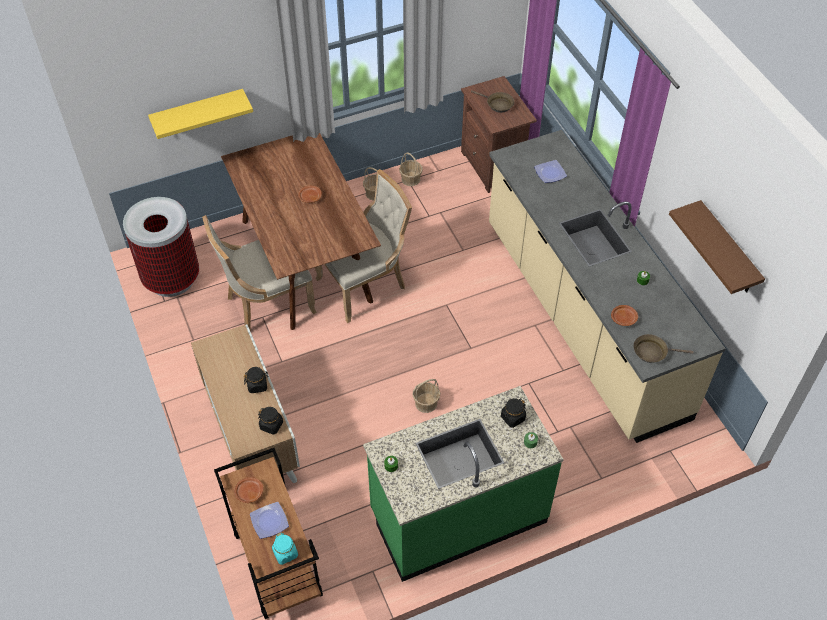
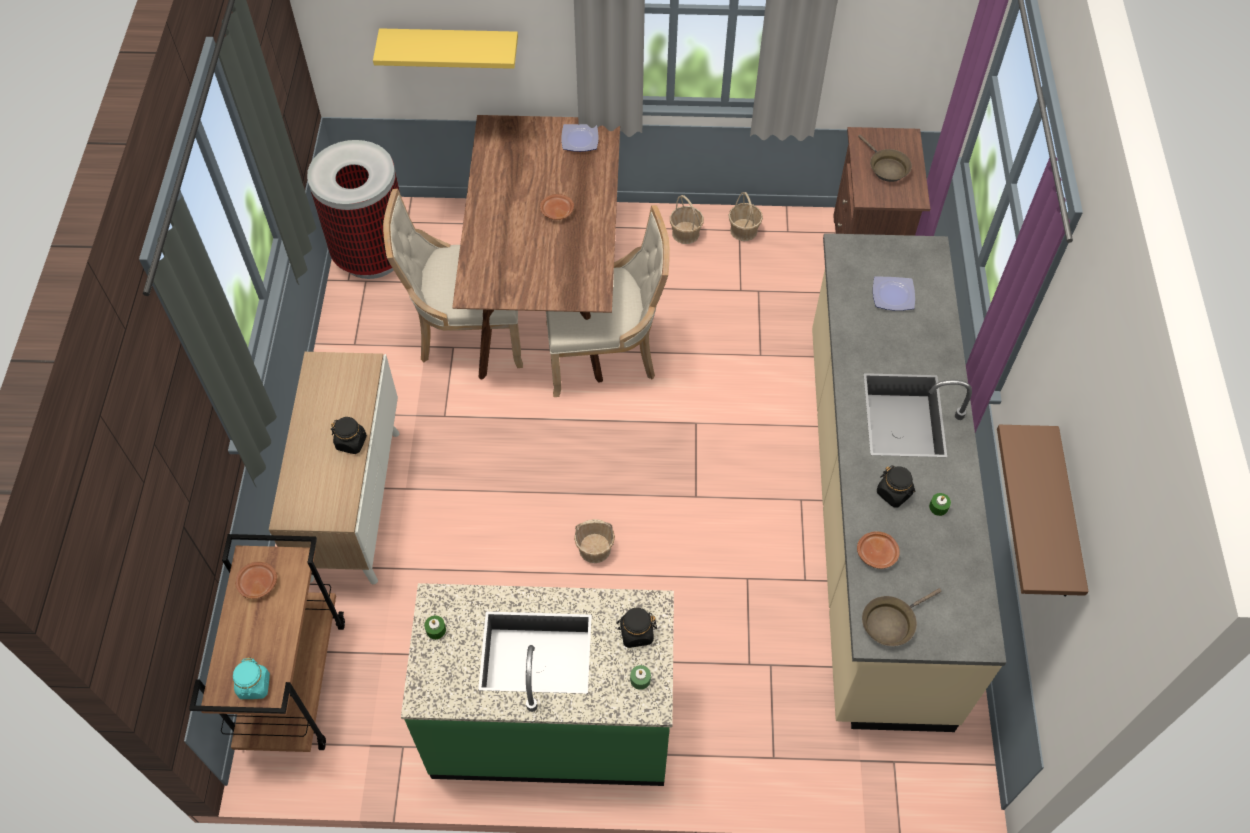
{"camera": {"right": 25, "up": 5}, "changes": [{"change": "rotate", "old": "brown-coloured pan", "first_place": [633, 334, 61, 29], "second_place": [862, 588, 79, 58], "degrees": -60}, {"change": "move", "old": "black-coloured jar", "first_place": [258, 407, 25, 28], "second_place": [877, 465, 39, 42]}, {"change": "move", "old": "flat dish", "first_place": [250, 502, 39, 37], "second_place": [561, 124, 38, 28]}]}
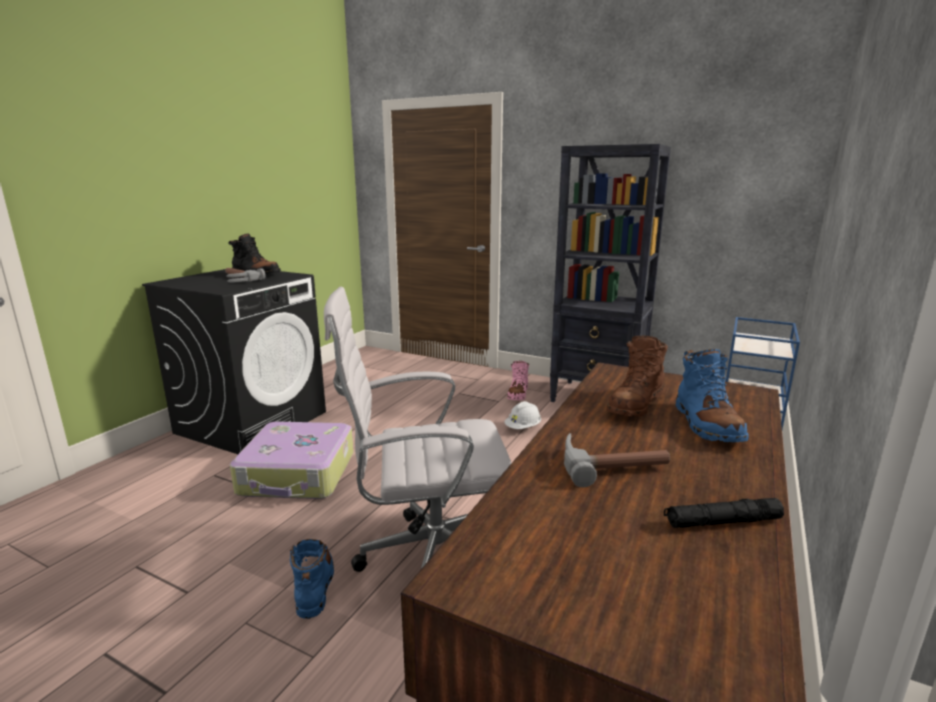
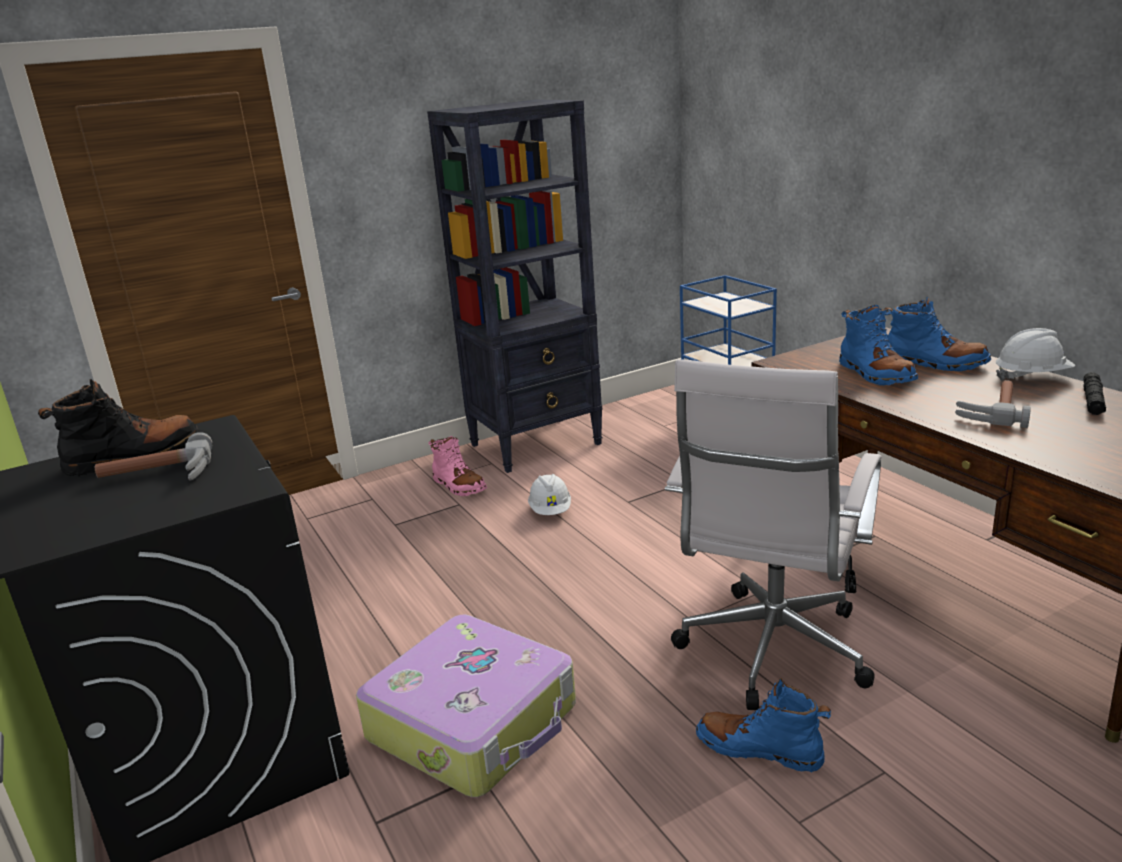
{"camera": {"right": -55, "up": 5}, "changes": [{"change": "recolor", "old": "brown-coloured boot", "new": "blue-coloured boot", "first_place": [606, 336, 62, 81], "second_place": [839, 305, 79, 80]}, {"change": "insert", "new": "white-coloured work helmet", "second_place": [996, 328, 79, 53]}]}
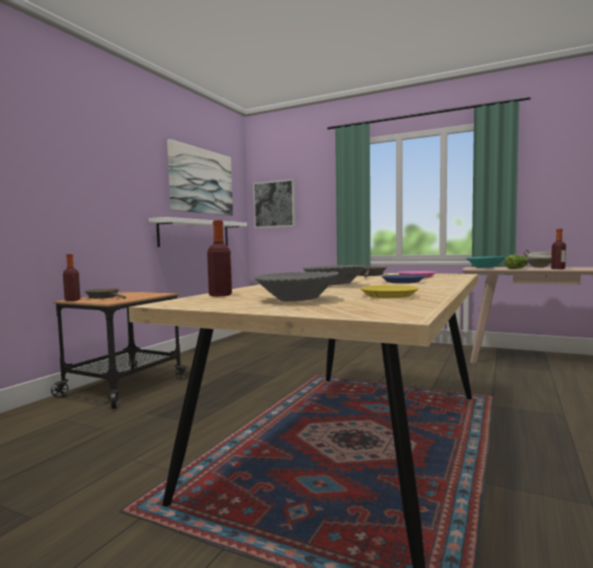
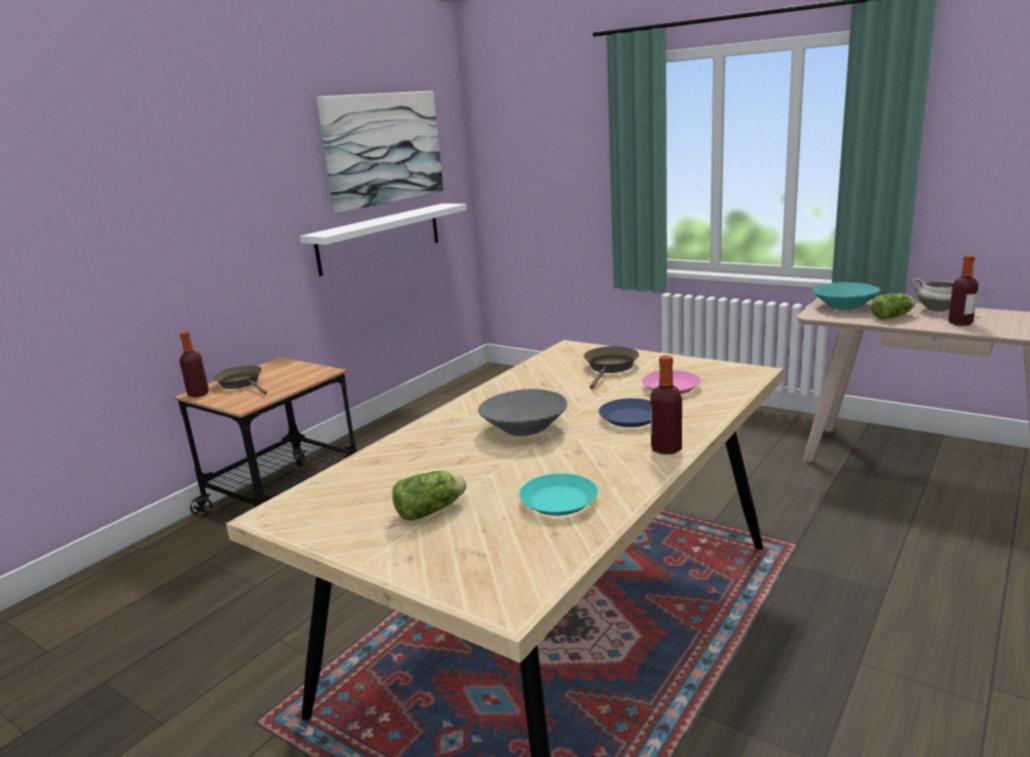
{"camera": {"right": 10, "up": 15}, "changes": [{"change": "delete", "old": "wall picture", "first_place": [253, 179, 43, 49]}, {"change": "move", "old": "beverage bottle", "first_place": [207, 220, 25, 76], "second_place": [650, 355, 32, 100]}, {"change": "replace", "old": "grey bowl", "new": "lettuce head", "first_place": [255, 271, 84, 30], "second_place": [392, 471, 74, 49]}, {"change": "recolor", "old": "yellow-coloured flat dish", "new": "blue-green flat dish", "first_place": [360, 285, 59, 13], "second_place": [519, 473, 79, 43]}]}
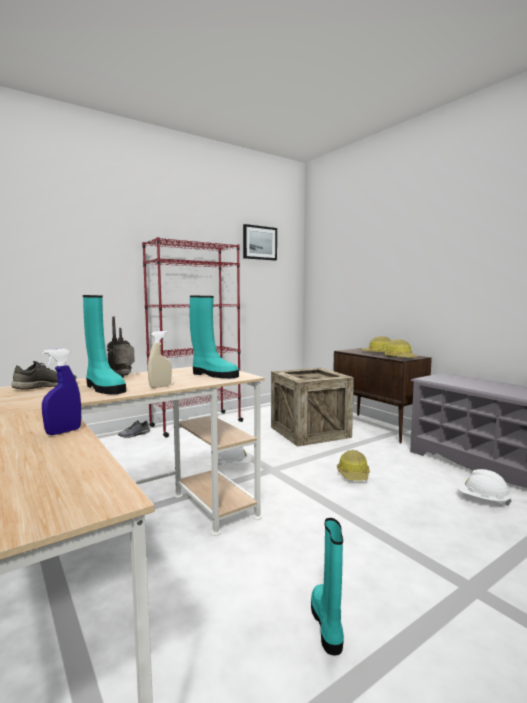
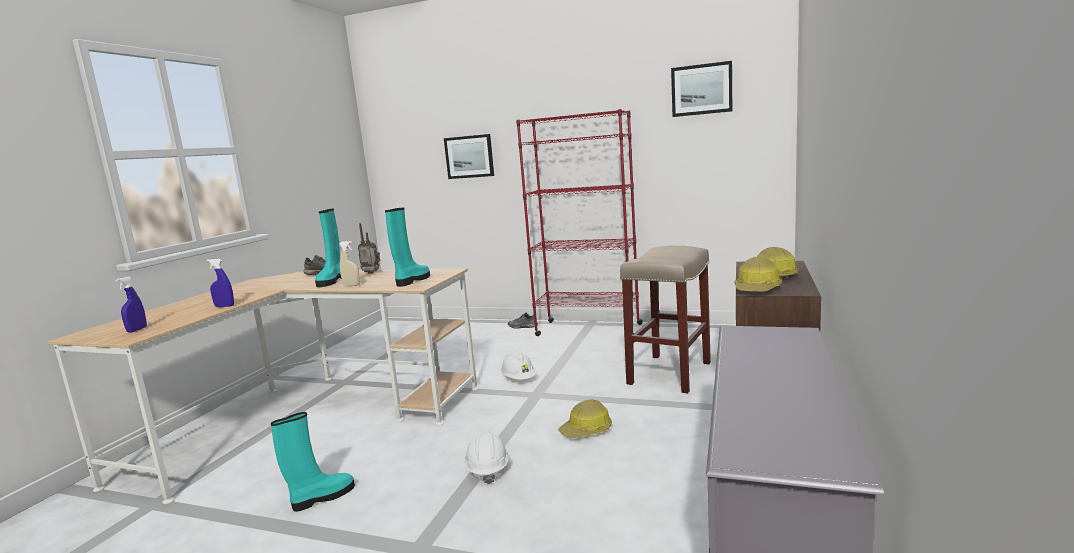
{"camera": {"right": 55, "up": 5}, "changes": [{"change": "rotate", "old": "blue-green boot", "first_place": [190, 295, 49, 83], "second_place": [385, 208, 45, 79], "degrees": -150}, {"change": "replace", "old": "crate", "new": "beige-coloured sitting stool", "first_place": [271, 368, 83, 79], "second_place": [620, 246, 91, 148]}, {"change": "move", "old": "white-coloured work helmet", "first_place": [459, 469, 53, 37], "second_place": [465, 430, 44, 54]}, {"change": "insert", "new": "wall picture", "second_place": [444, 134, 50, 45]}, {"change": "insert", "new": "blue-coloured spray bottle", "second_place": [116, 276, 31, 57]}]}
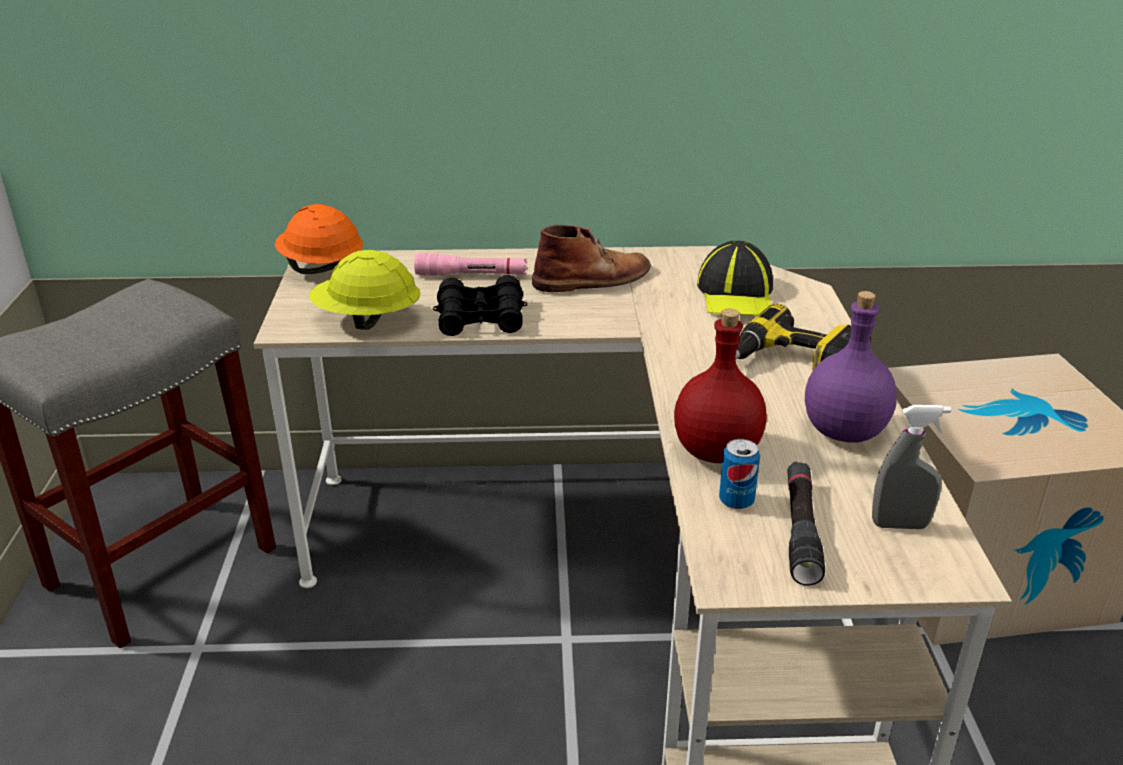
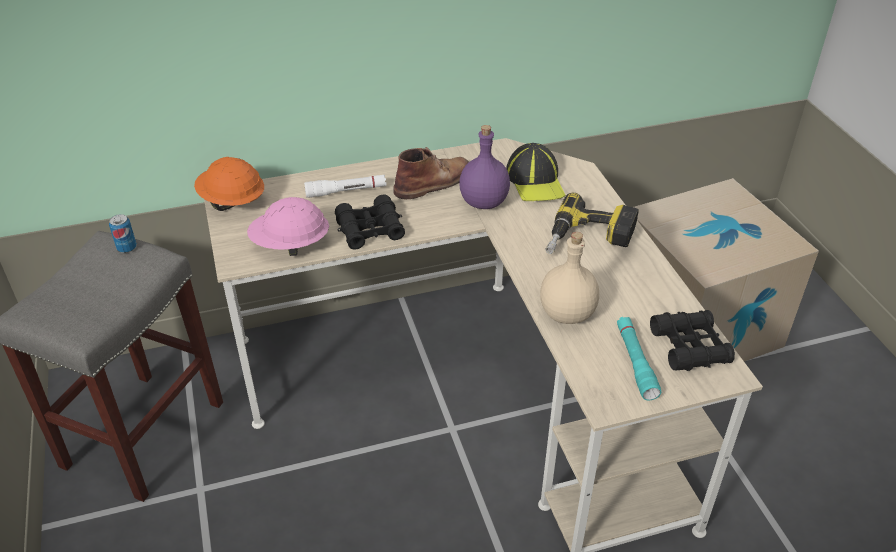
{"camera": {"right": -15, "up": 10}, "changes": [{"change": "recolor", "old": "yellow-coloured work helmet", "new": "pinkish work helmet", "first_place": [309, 250, 112, 80], "second_place": [247, 197, 82, 59]}, {"change": "recolor", "old": "pinkish hand torch", "new": "white-coloured hand torch", "first_place": [414, 253, 113, 22], "second_place": [304, 175, 83, 23]}, {"change": "move", "old": "purple beverage bottle", "first_place": [805, 291, 92, 152], "second_place": [459, 125, 51, 84]}, {"change": "recolor", "old": "red beverage bottle", "new": "beige-coloured beverage bottle", "first_place": [674, 308, 93, 155], "second_place": [540, 232, 59, 92]}, {"change": "replace", "old": "grey spray bottle", "new": "black-coloured pair of binoculars", "first_place": [872, 405, 79, 124], "second_place": [650, 310, 85, 61]}, {"change": "move", "old": "sealed can", "first_place": [719, 439, 41, 70], "second_place": [109, 214, 28, 39]}, {"change": "recolor", "old": "black-coloured hand torch", "new": "blue-green hand torch", "first_place": [787, 461, 38, 125], "second_place": [617, 317, 44, 84]}]}
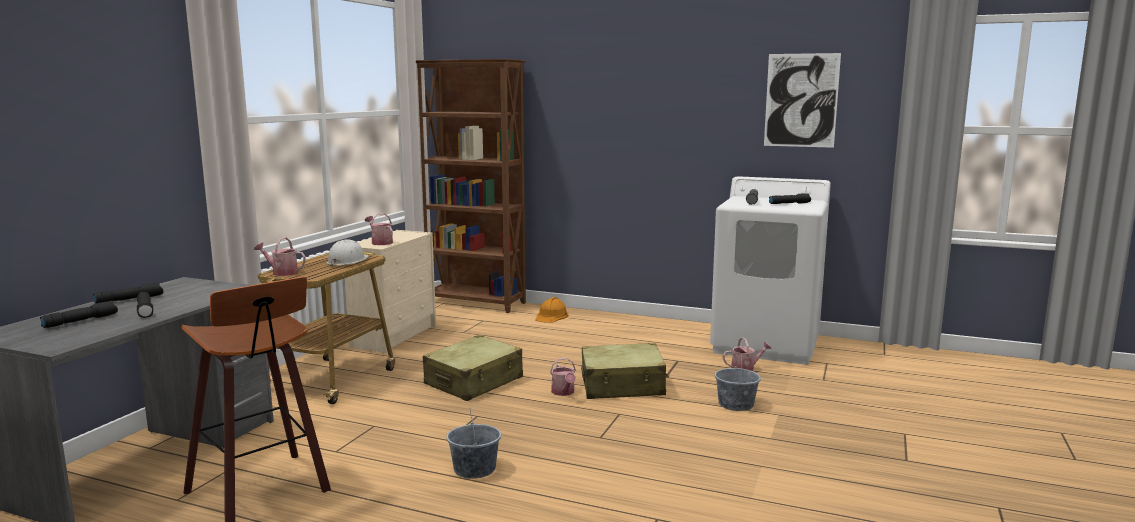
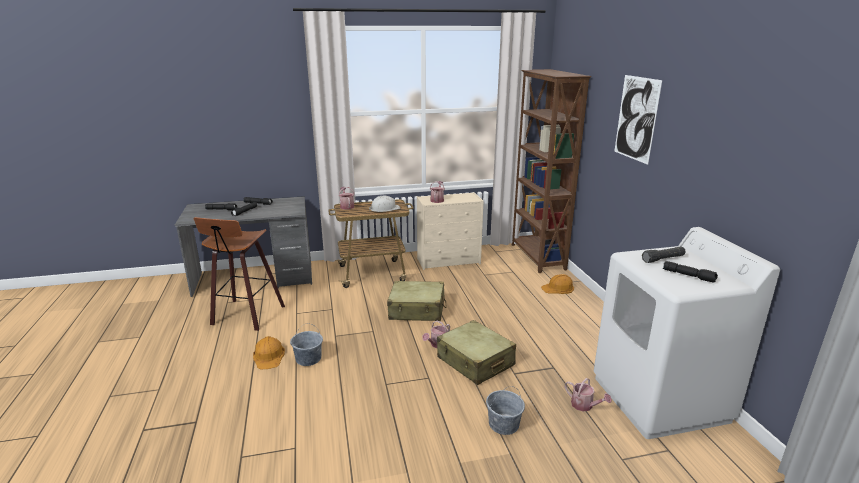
{"camera": {"right": 55, "up": 10}, "changes": [{"change": "move", "old": "wall picture", "first_place": [764, 53, 77, 95], "second_place": [614, 75, 48, 90]}, {"change": "insert", "new": "orange-coloured work helmet", "second_place": [253, 336, 32, 34]}]}
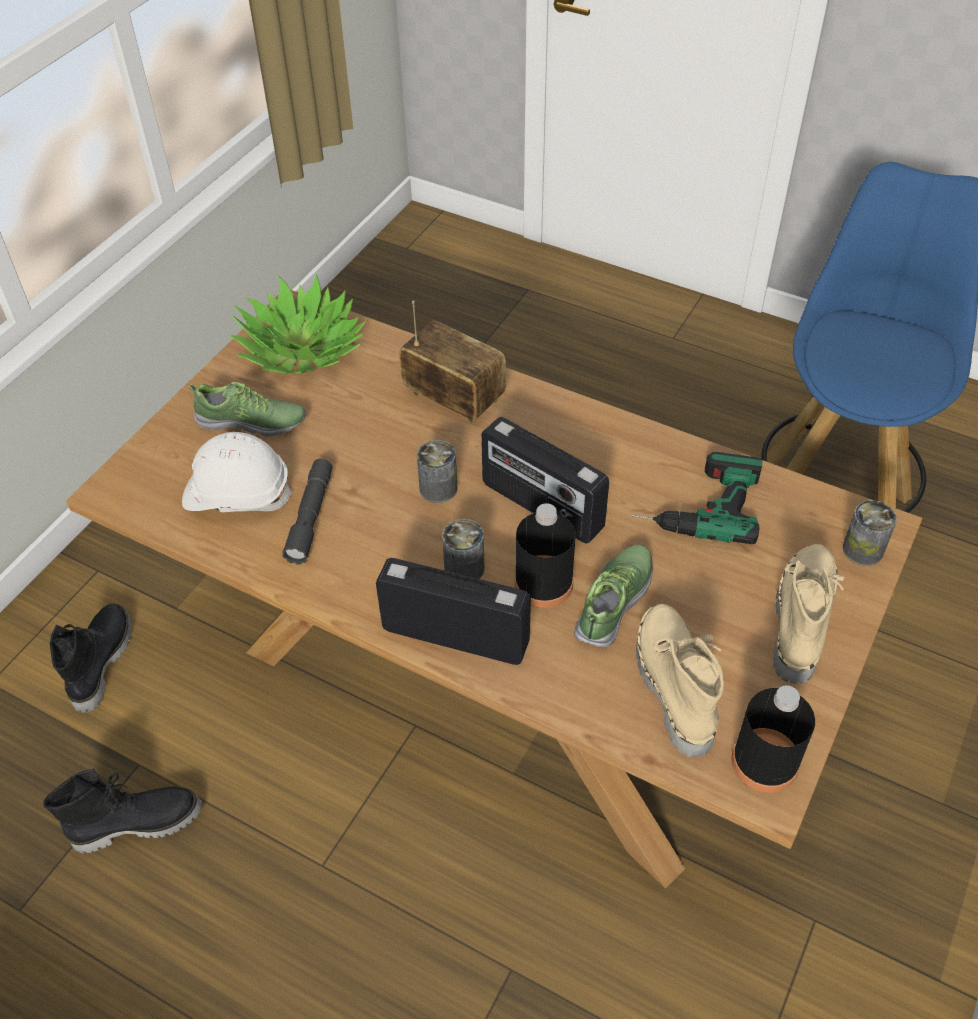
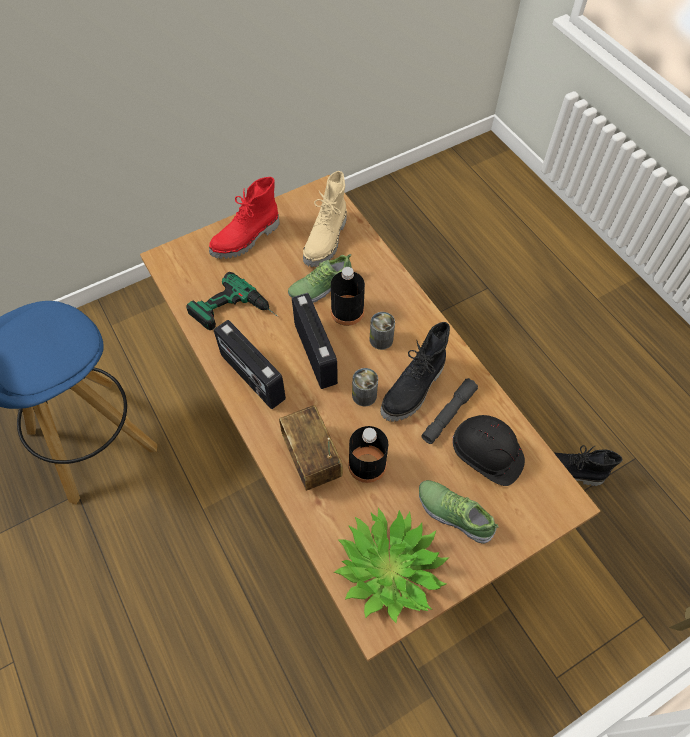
{"camera": {"right": -150, "up": 10}, "changes": [{"change": "recolor", "old": "white-coloured work helmet", "new": "black-coloured work helmet", "first_place": [182, 432, 111, 81], "second_place": [452, 415, 73, 71]}, {"change": "delete", "old": "sealed can", "first_place": [843, 500, 54, 66]}, {"change": "recolor", "old": "beige-coloured boot", "new": "red boot", "first_place": [773, 544, 71, 140], "second_place": [209, 177, 71, 82]}, {"change": "move", "old": "radio set", "first_place": [376, 558, 155, 107], "second_place": [214, 320, 72, 89]}, {"change": "move", "old": "black-coloured boot", "first_place": [50, 604, 82, 108], "second_place": [380, 322, 70, 100]}, {"change": "move", "old": "black-coloured beverage bottle", "first_place": [731, 685, 84, 108], "second_place": [348, 426, 40, 57]}]}
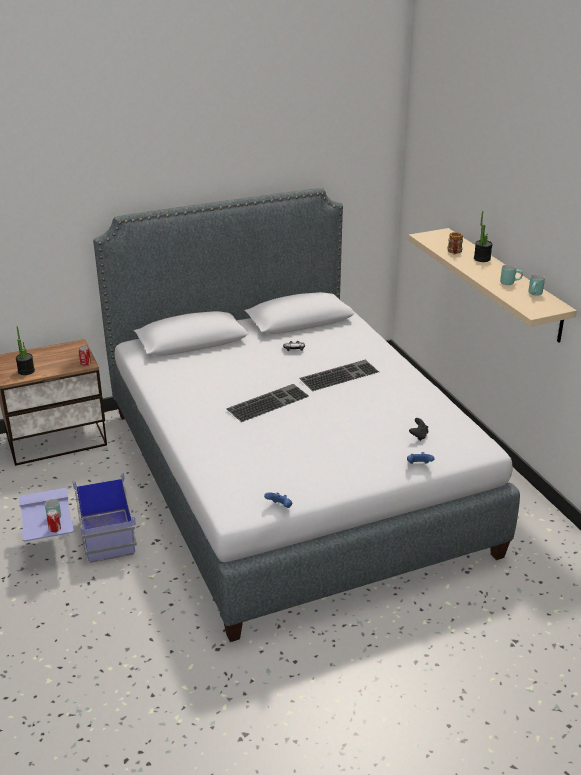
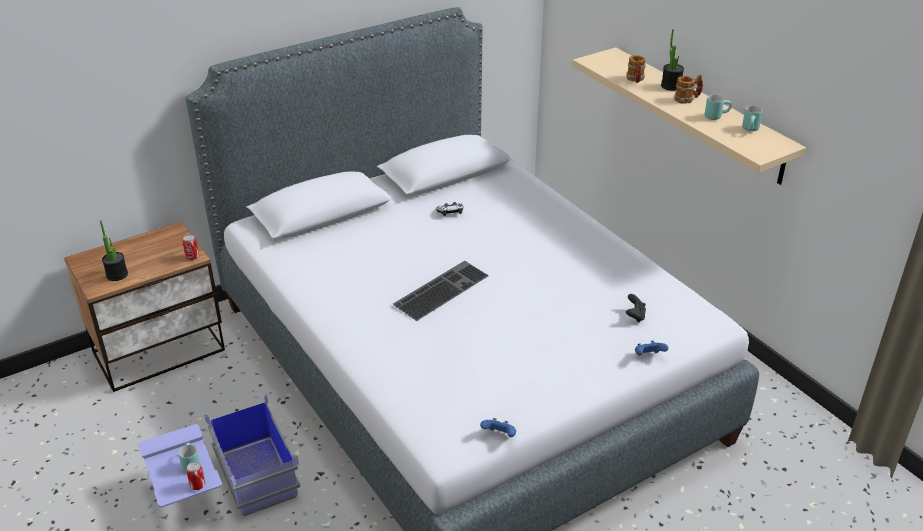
{"camera": {"right": -10, "up": 5}, "changes": [{"change": "delete", "old": "computer keyboard", "first_place": [300, 360, 79, 31]}, {"change": "insert", "new": "mug", "second_place": [674, 74, 29, 30]}]}
